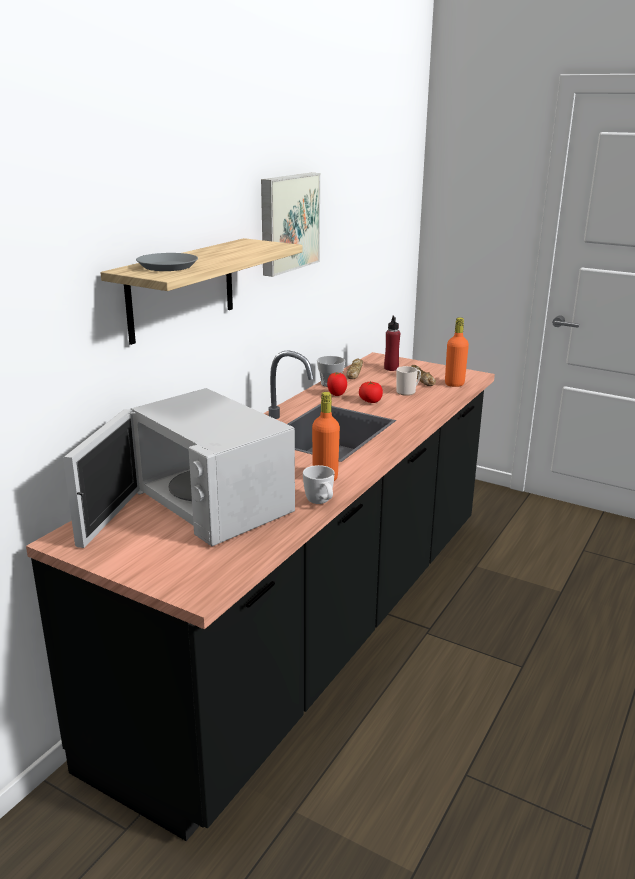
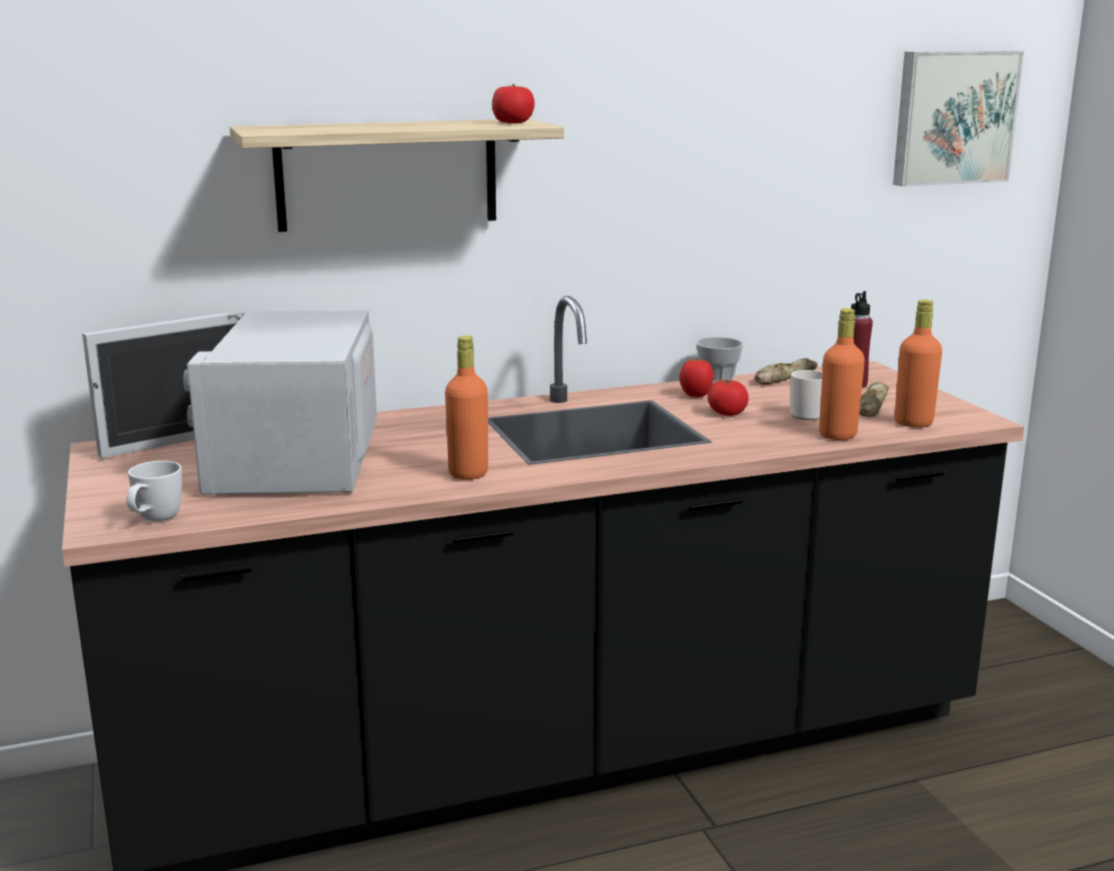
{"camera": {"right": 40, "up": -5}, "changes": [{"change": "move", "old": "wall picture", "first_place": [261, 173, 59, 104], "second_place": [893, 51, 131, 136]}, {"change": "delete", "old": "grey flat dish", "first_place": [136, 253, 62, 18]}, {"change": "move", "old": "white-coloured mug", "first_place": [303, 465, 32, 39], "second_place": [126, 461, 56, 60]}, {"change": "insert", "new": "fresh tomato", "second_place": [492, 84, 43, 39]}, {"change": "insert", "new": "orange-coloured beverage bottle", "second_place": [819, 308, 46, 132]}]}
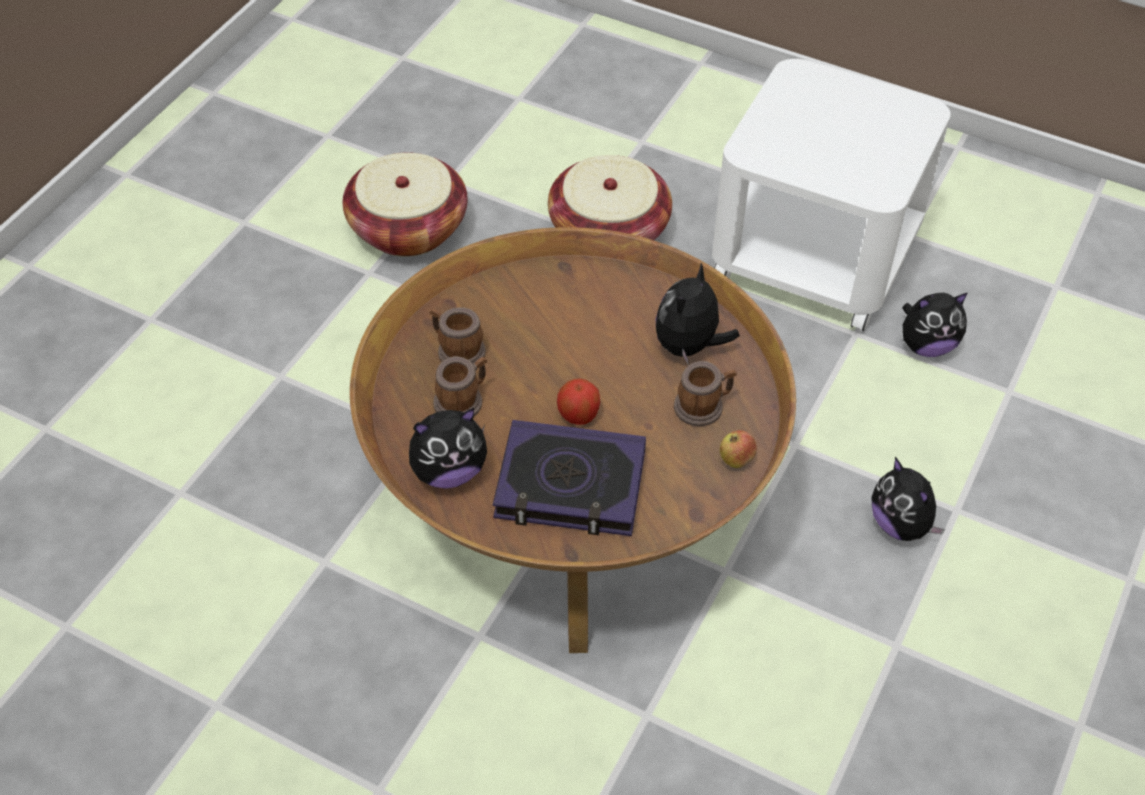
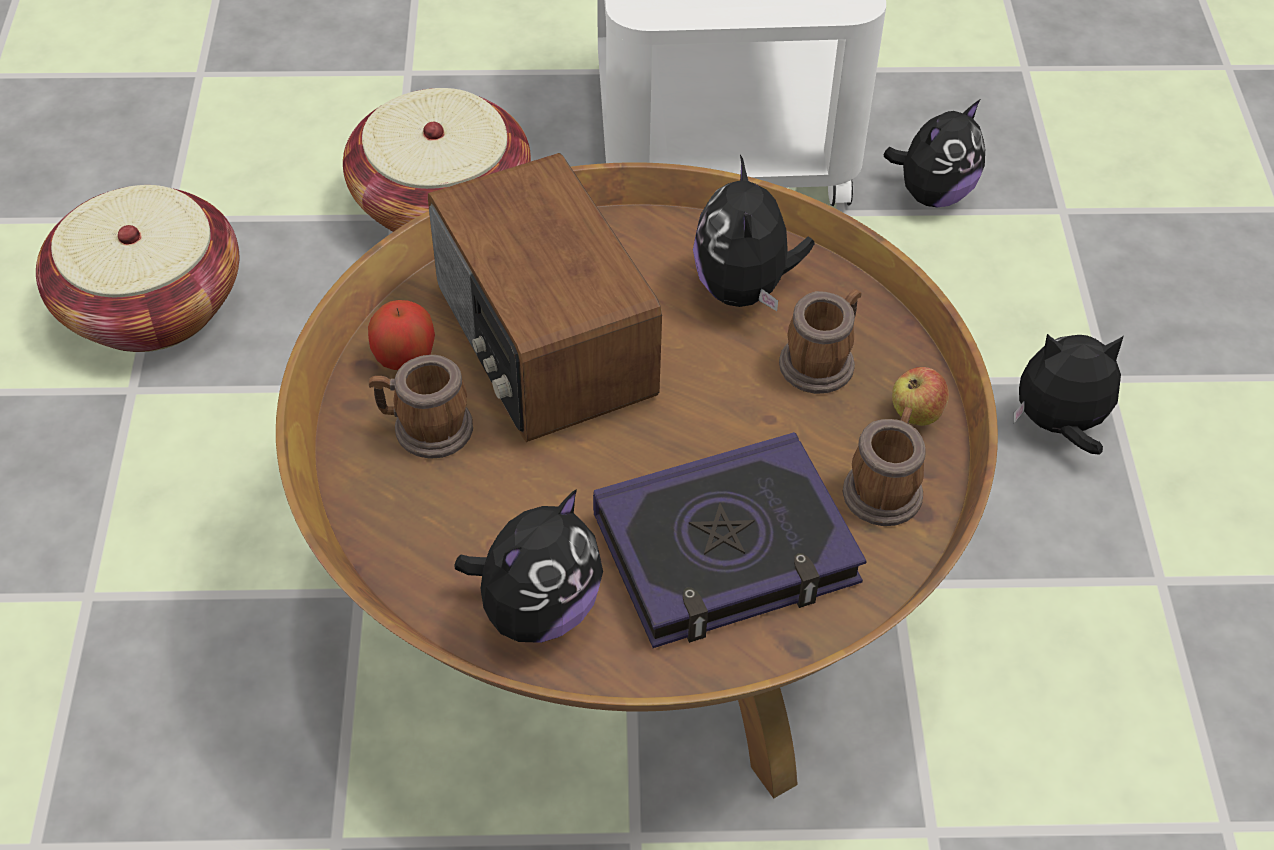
{"camera": {"right": -30, "up": 0}, "changes": [{"change": "move", "old": "mug", "first_place": [433, 356, 54, 61], "second_place": [843, 407, 83, 119]}, {"change": "move", "old": "apple", "first_place": [557, 378, 43, 47], "second_place": [368, 300, 67, 70]}, {"change": "rotate", "old": "soft toy", "first_place": [872, 457, 73, 84], "second_place": [1014, 334, 109, 121], "degrees": 150}, {"change": "insert", "new": "radio set", "second_place": [428, 153, 234, 289]}]}
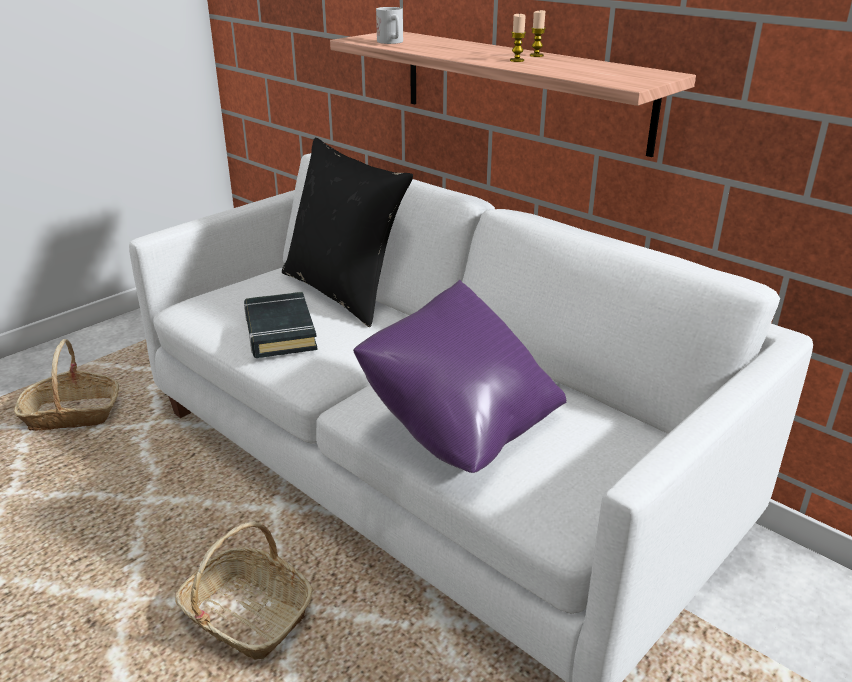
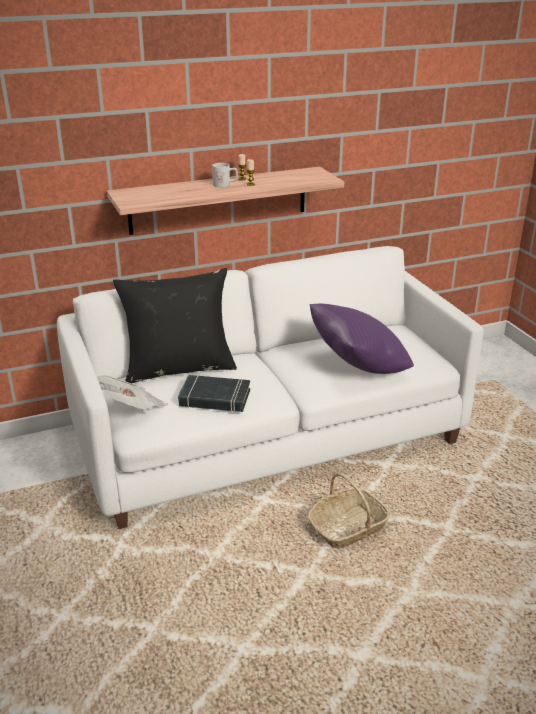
{"camera": {"right": -65, "up": 0}, "changes": [{"change": "move", "old": "white-coloured mug", "first_place": [376, 7, 27, 37], "second_place": [212, 163, 26, 24]}, {"change": "delete", "old": "storage basket", "first_place": [14, 339, 105, 92]}, {"change": "insert", "new": "printed paper", "second_place": [97, 375, 71, 35]}]}
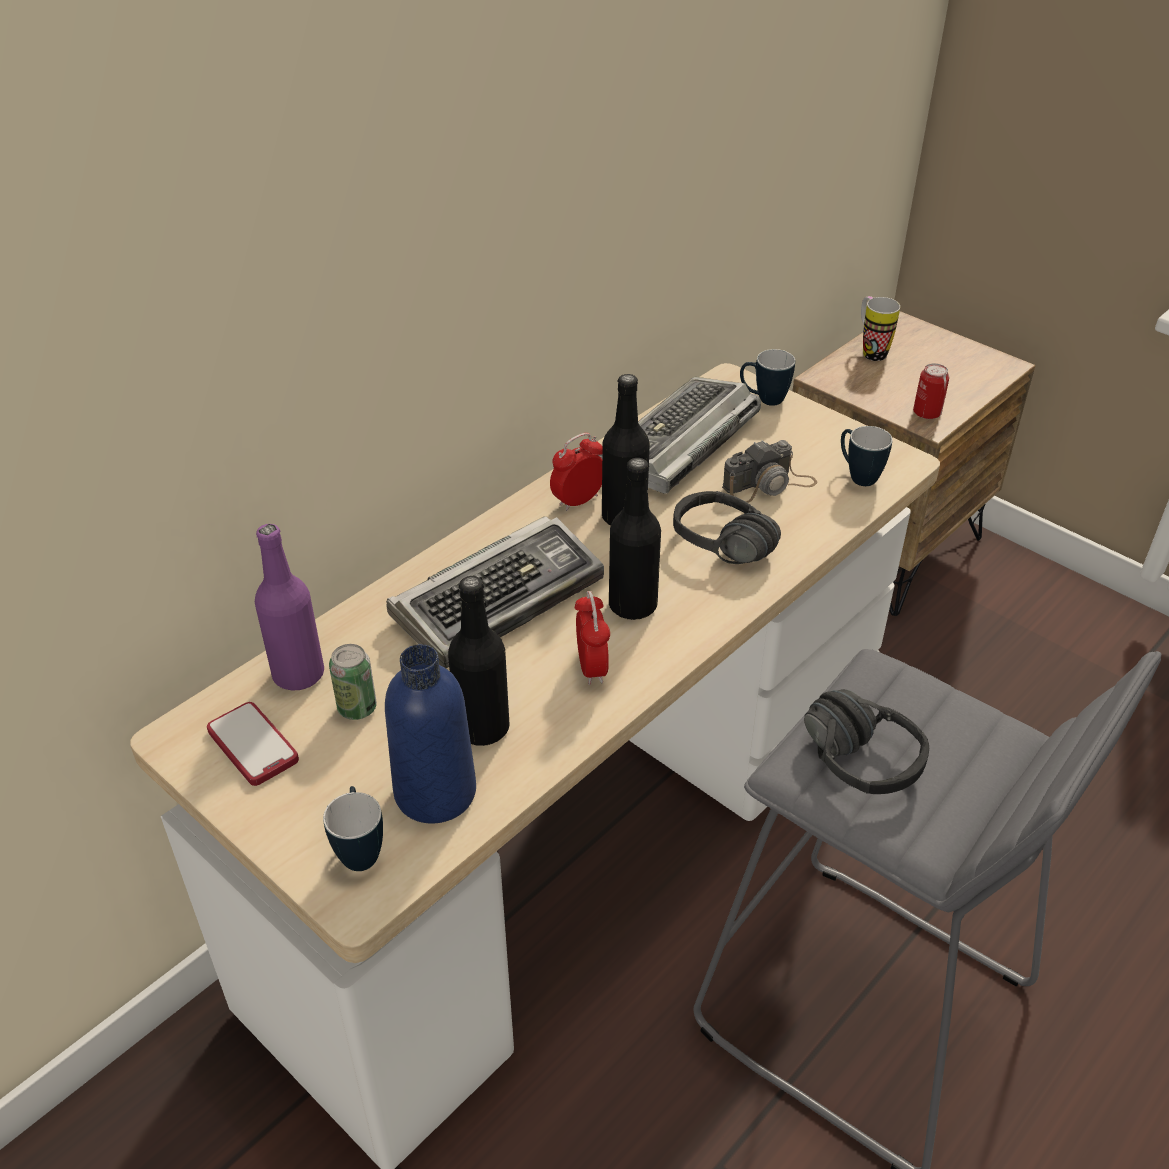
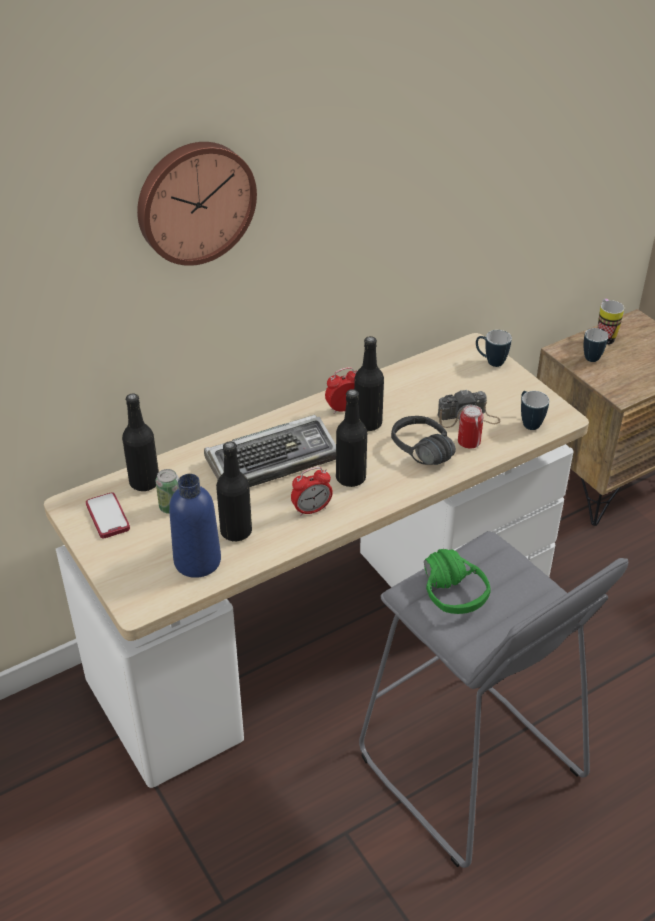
{"camera": {"right": 15, "up": 0}, "changes": [{"change": "move", "old": "sealed can", "first_place": [913, 363, 36, 56], "second_place": [458, 405, 26, 44]}, {"change": "delete", "old": "computer keyboard", "first_place": [599, 377, 162, 117]}, {"change": "recolor", "old": "purple beverage bottle", "new": "black-coloured beverage bottle", "first_place": [255, 524, 69, 167], "second_place": [122, 393, 37, 98]}, {"change": "rotate", "old": "table clock", "first_place": [575, 591, 35, 94], "second_place": [291, 467, 42, 49], "degrees": 60}, {"change": "recolor", "old": "black-coloured headset", "new": "green headset", "first_place": [804, 689, 125, 105], "second_place": [424, 549, 67, 65]}, {"change": "move", "old": "mug", "first_place": [323, 786, 60, 85], "second_place": [584, 328, 24, 34]}, {"change": "insert", "new": "hanging clock", "second_place": [137, 142, 120, 124]}]}
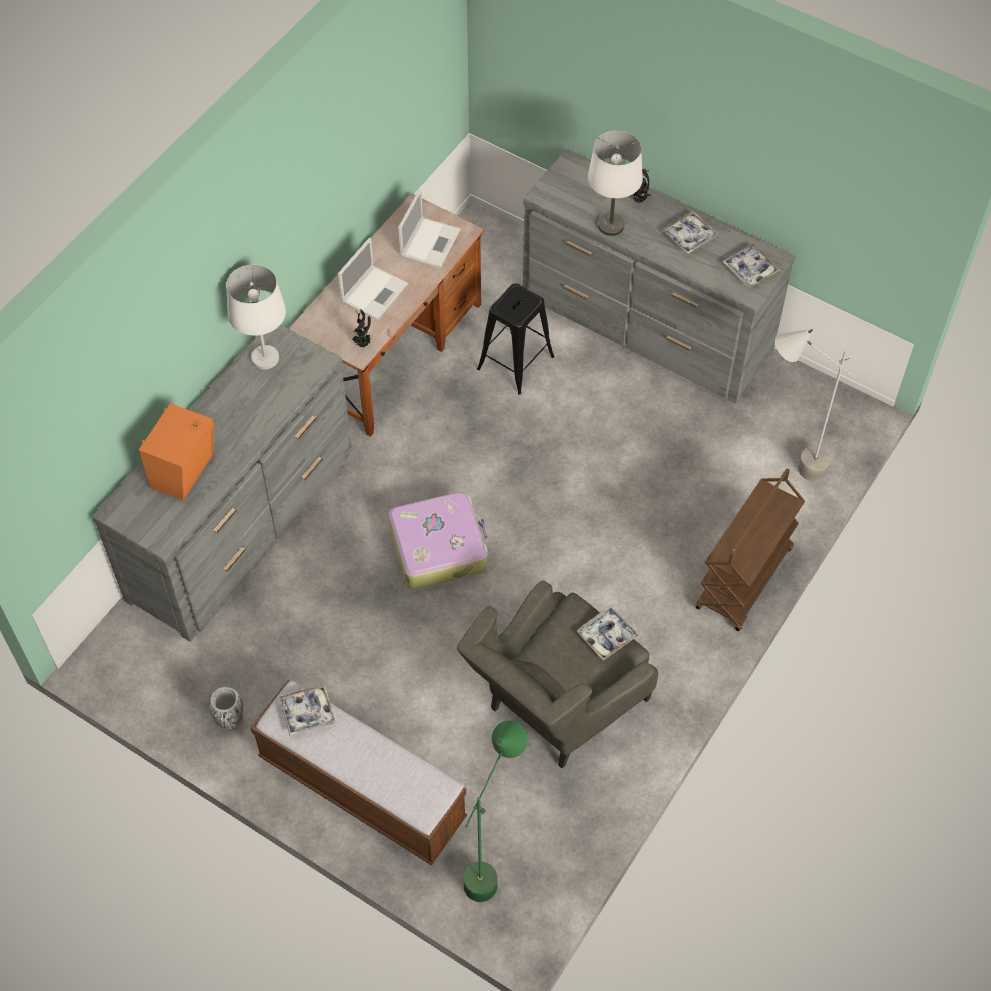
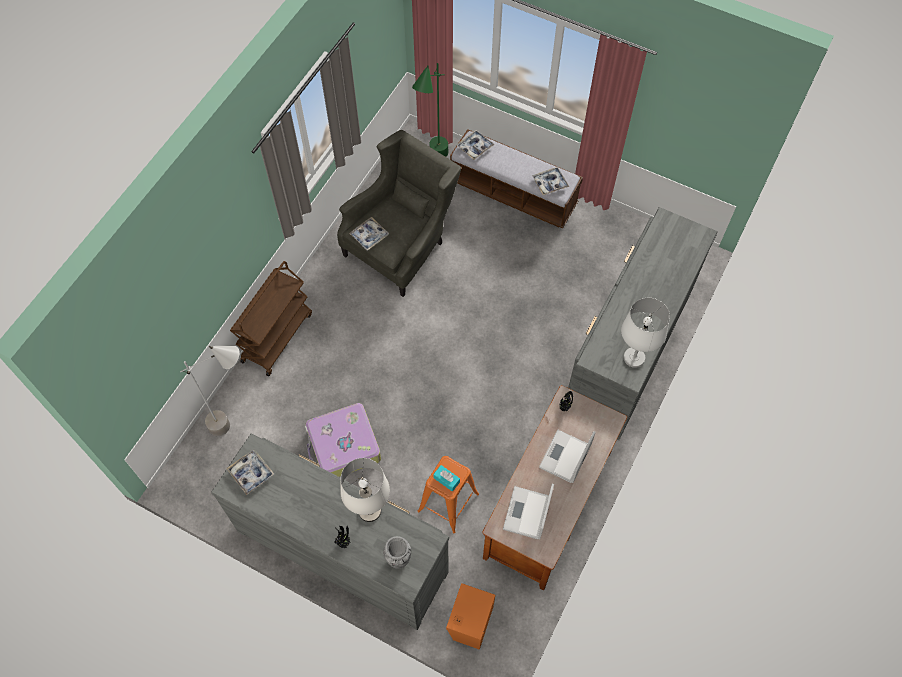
{"camera": {"right": 175, "up": 5}, "changes": [{"change": "move", "old": "carrying tray", "first_place": [662, 211, 56, 43], "second_place": [457, 130, 37, 30]}, {"change": "recolor", "old": "black-coloured sitting stool", "new": "orange-coloured sitting stool", "first_place": [477, 283, 77, 112], "second_place": [418, 456, 61, 77]}, {"change": "move", "old": "orange-coloured audio speaker", "first_place": [139, 403, 75, 98], "second_place": [446, 583, 49, 67]}, {"change": "move", "old": "travel case", "first_place": [389, 492, 99, 98], "second_place": [305, 403, 76, 74]}, {"change": "move", "old": "decorative vase", "first_place": [209, 687, 34, 44], "second_place": [383, 536, 28, 33]}, {"change": "insert", "new": "blue-green tissue holder", "second_place": [433, 465, 27, 27]}]}
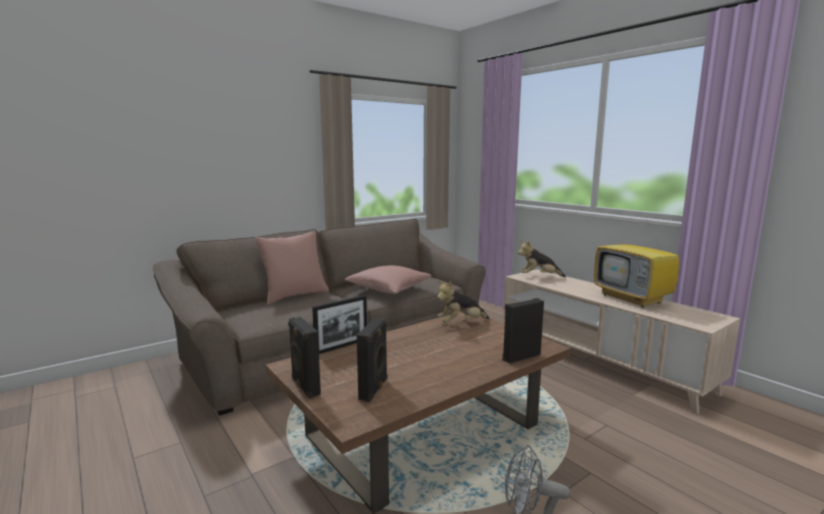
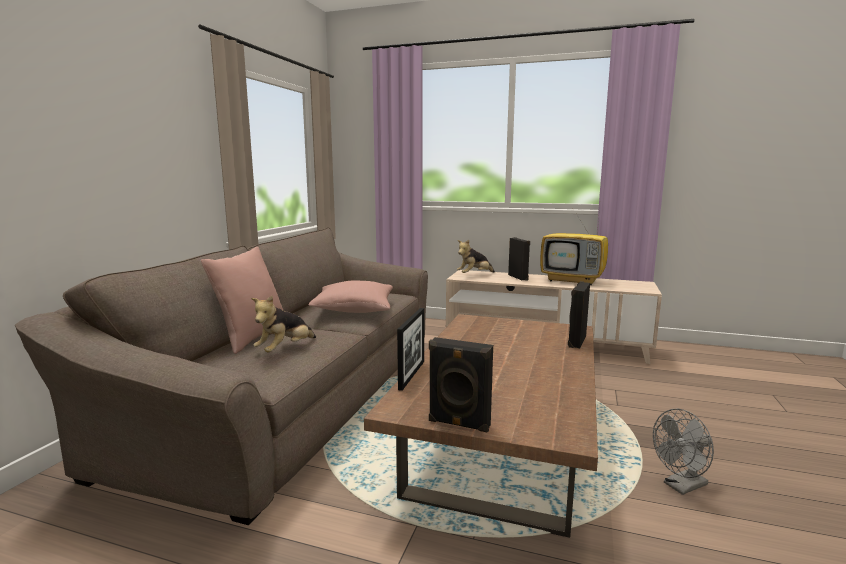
{"camera": {"right": -35, "up": 0}, "changes": [{"change": "move", "old": "soft toy", "first_place": [437, 281, 52, 42], "second_place": [251, 296, 65, 57]}, {"change": "move", "old": "black-coloured audio speaker", "first_place": [357, 318, 31, 84], "second_place": [508, 237, 22, 44]}]}
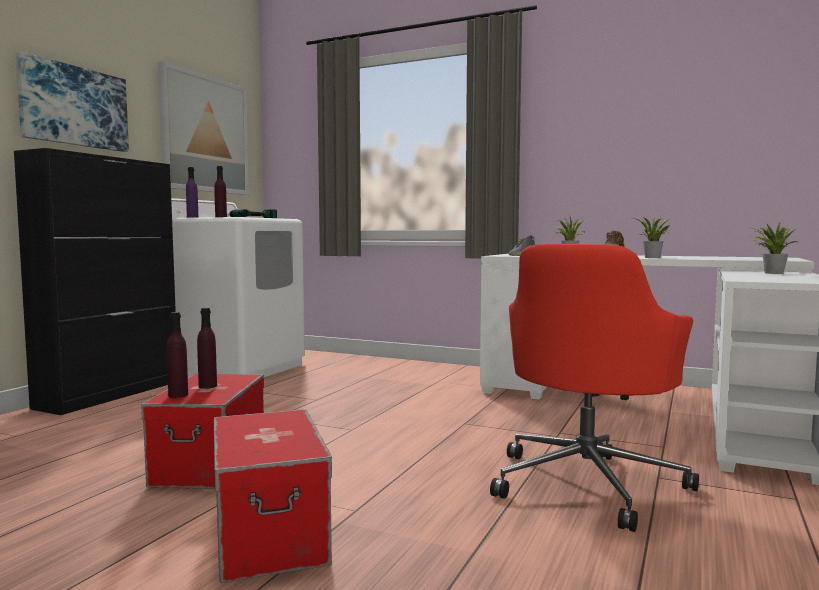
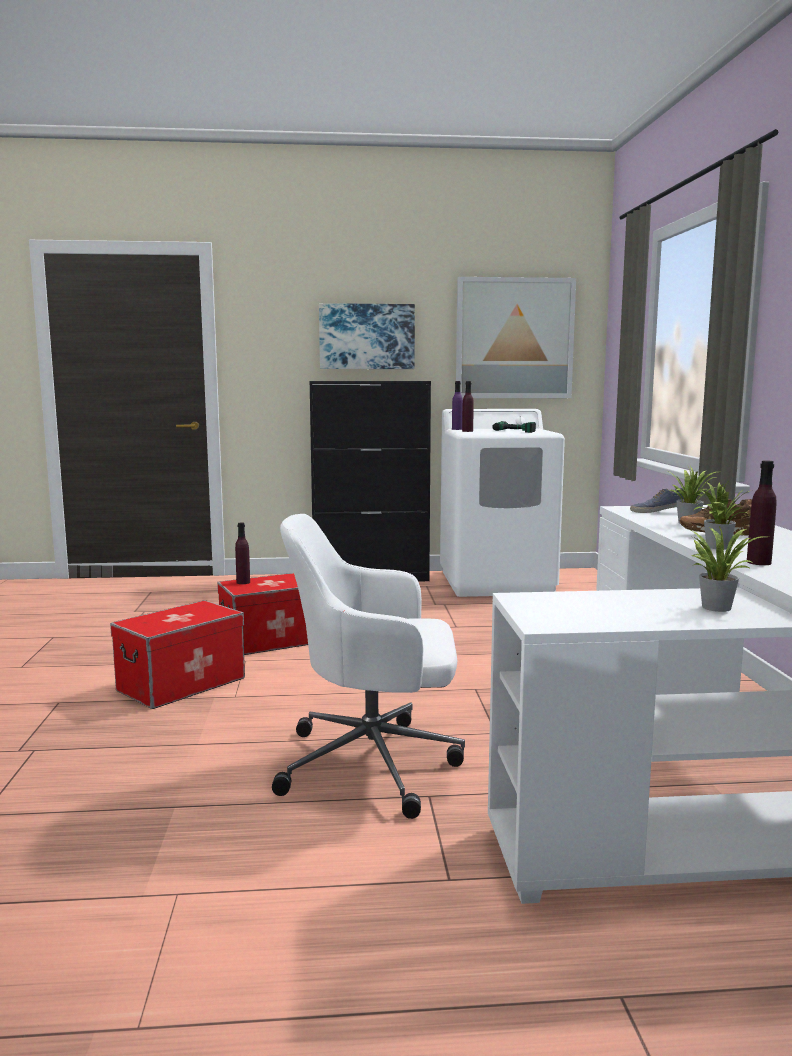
{"camera": {"right": 60, "up": 5}, "changes": [{"change": "recolor", "old": "red desk chair", "new": "white-coloured desk chair", "first_place": [490, 244, 209, 288], "second_place": [272, 514, 193, 305]}, {"change": "move", "old": "purple beverage bottle", "first_place": [197, 308, 20, 81], "second_place": [747, 460, 30, 105]}]}
